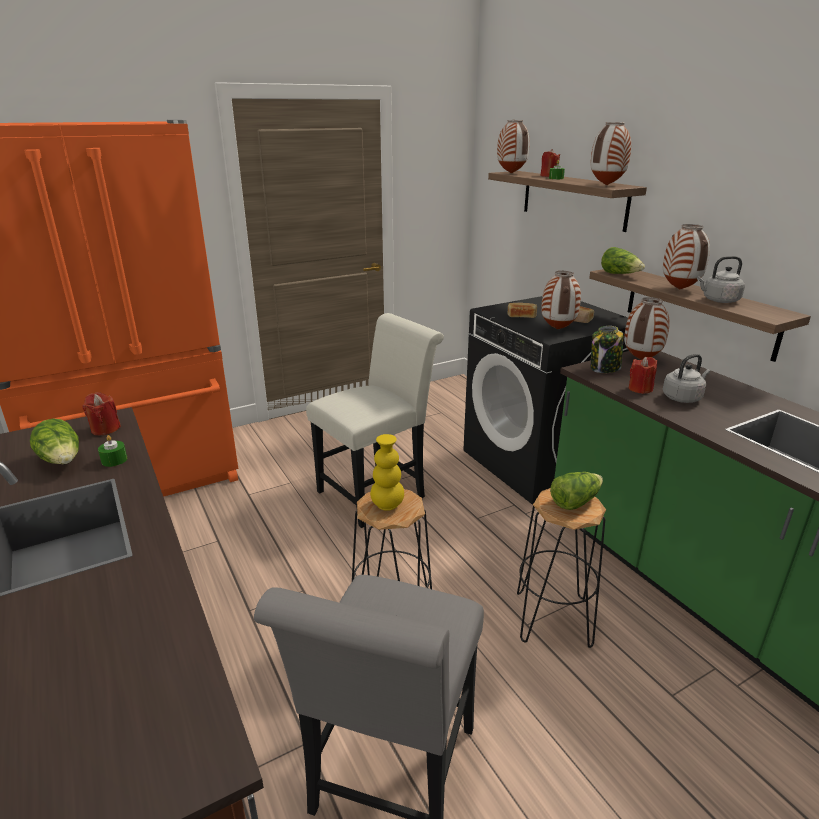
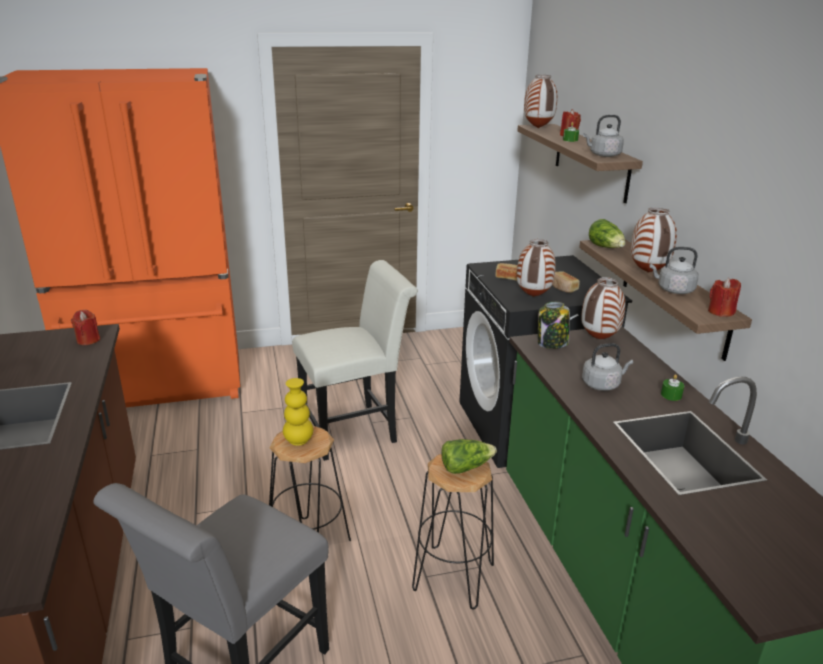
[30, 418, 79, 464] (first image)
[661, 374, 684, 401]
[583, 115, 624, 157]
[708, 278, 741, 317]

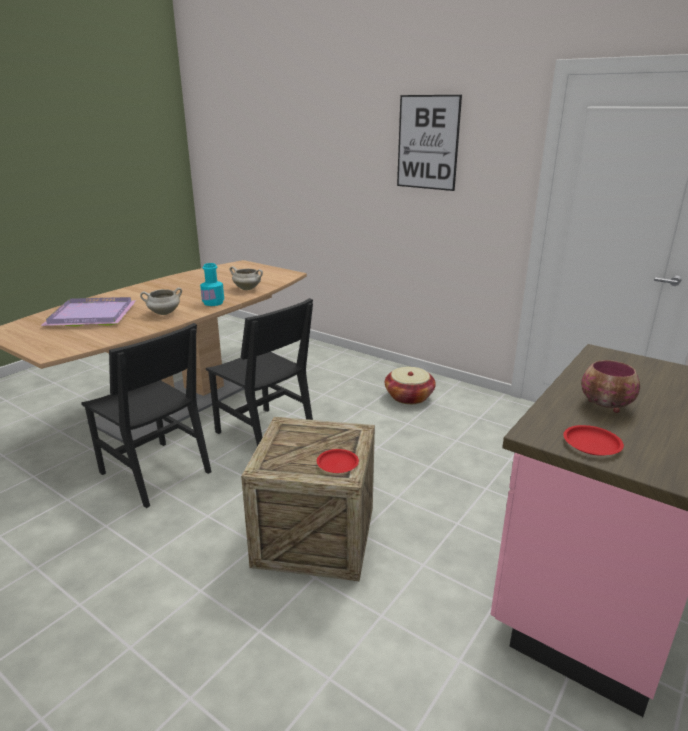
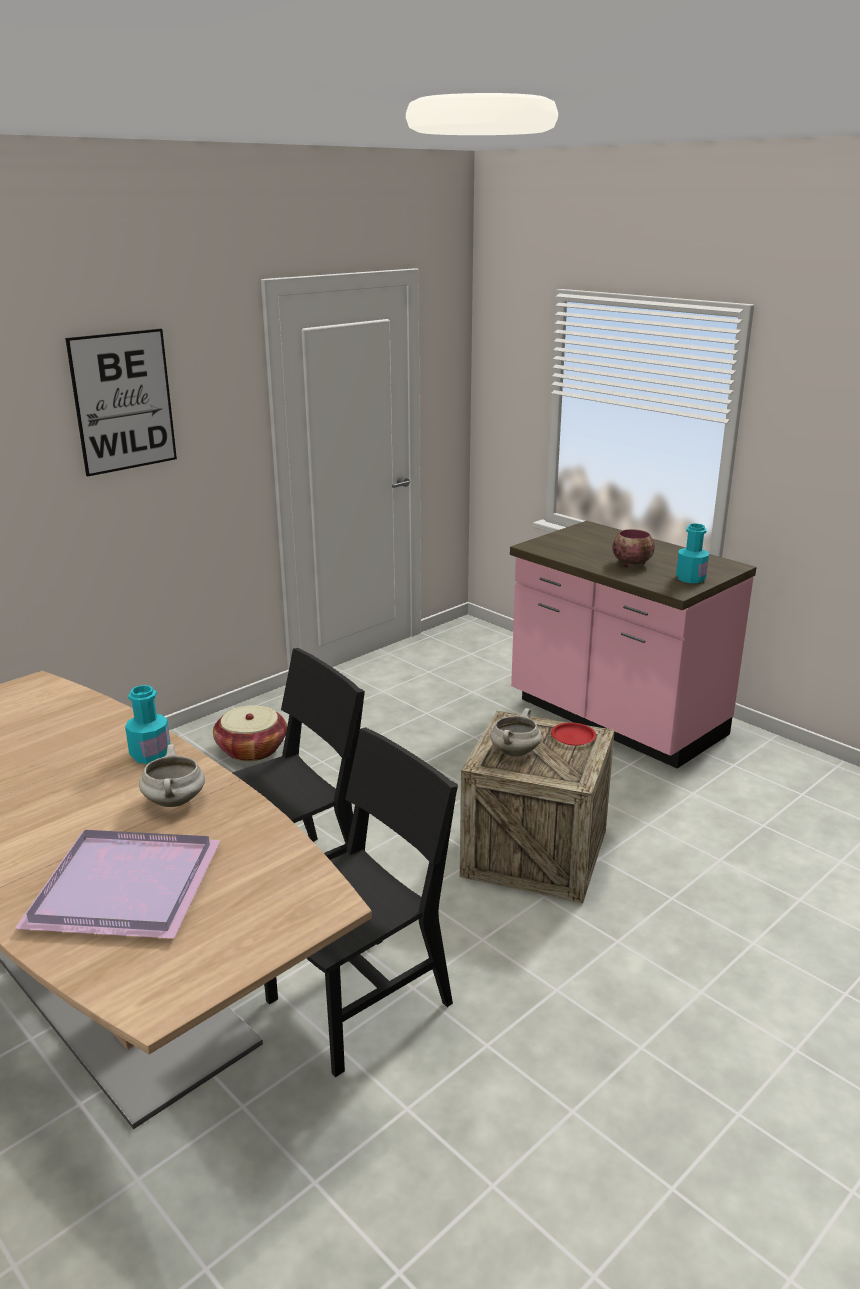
[490, 708, 542, 757]
[676, 524, 709, 583]

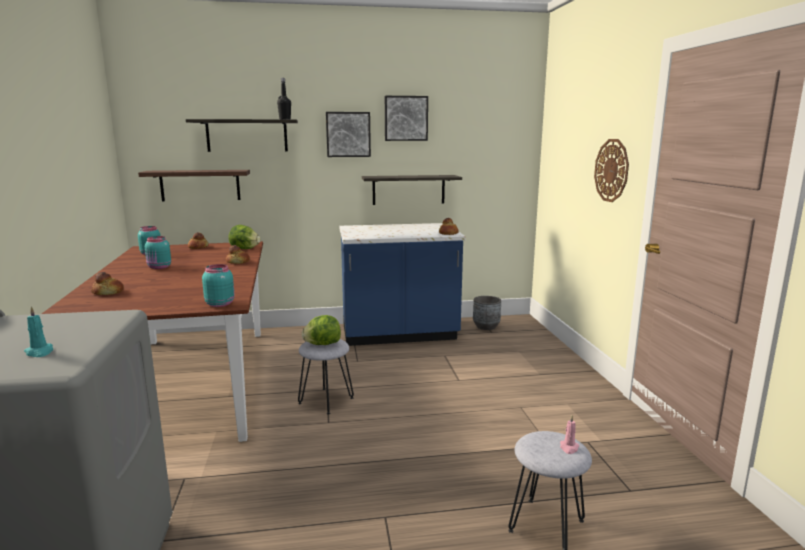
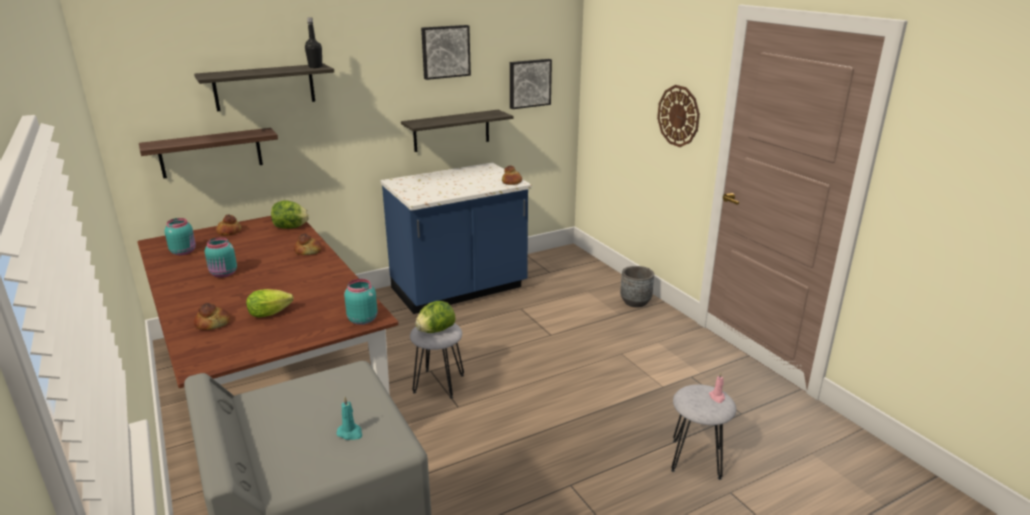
[510, 59, 552, 109]
[620, 266, 654, 307]
[246, 289, 293, 317]

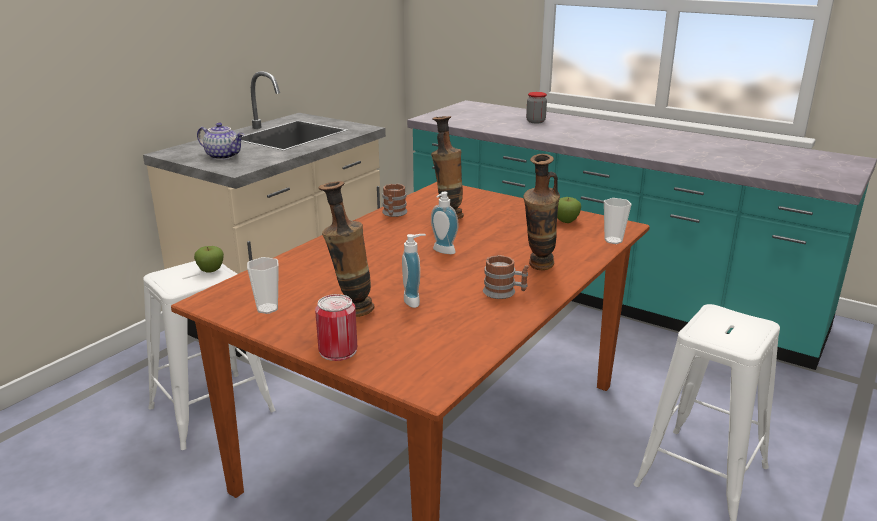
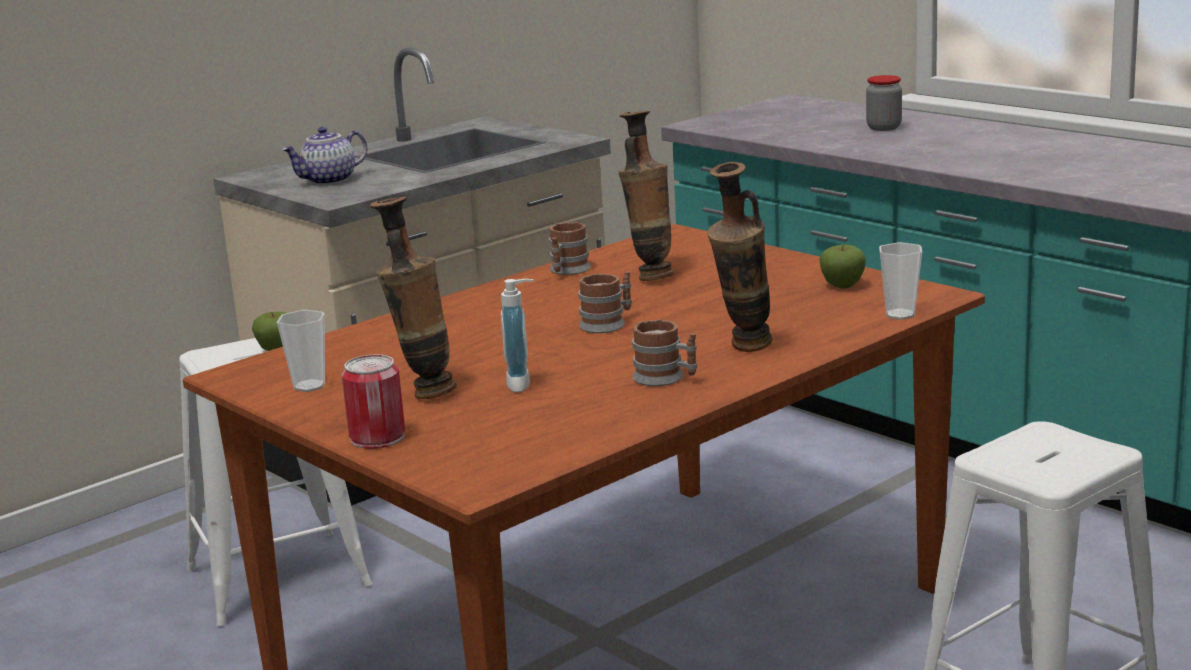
[282, 127, 367, 185]
[578, 271, 632, 333]

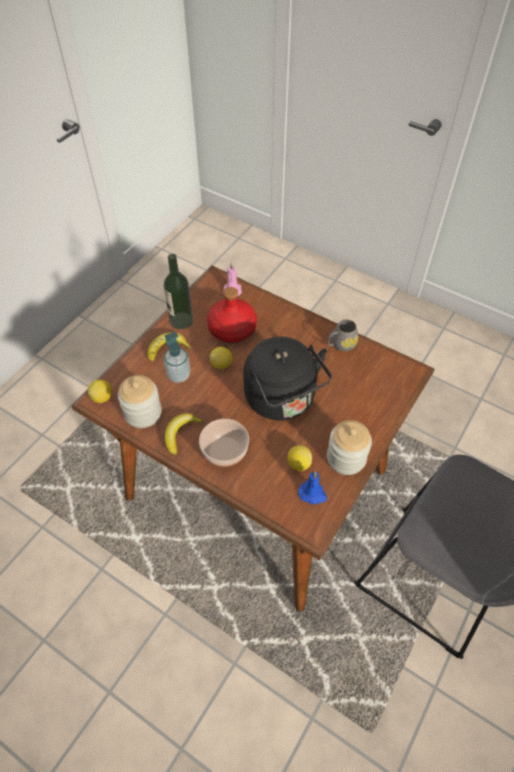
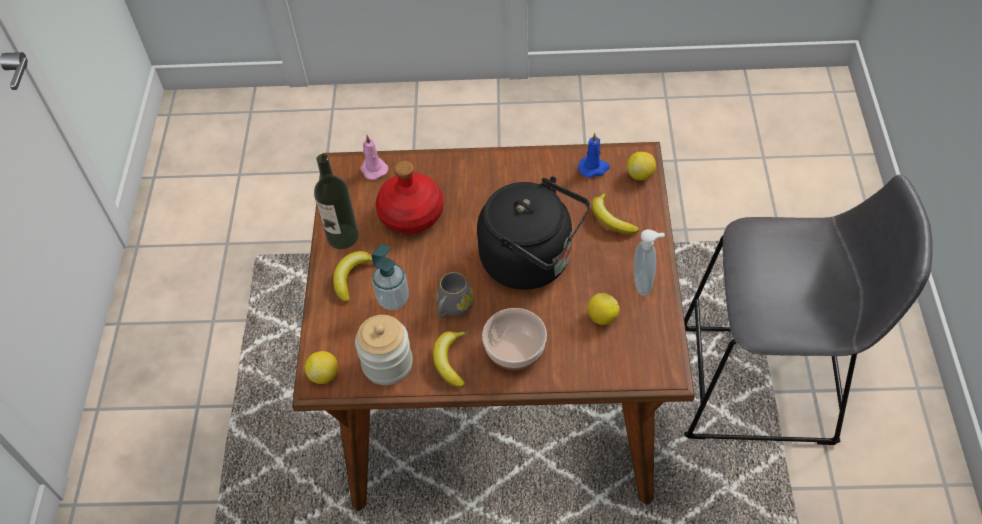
[627, 152, 656, 181]
[578, 133, 610, 178]
[437, 272, 474, 318]
[634, 229, 665, 296]
[592, 192, 639, 235]

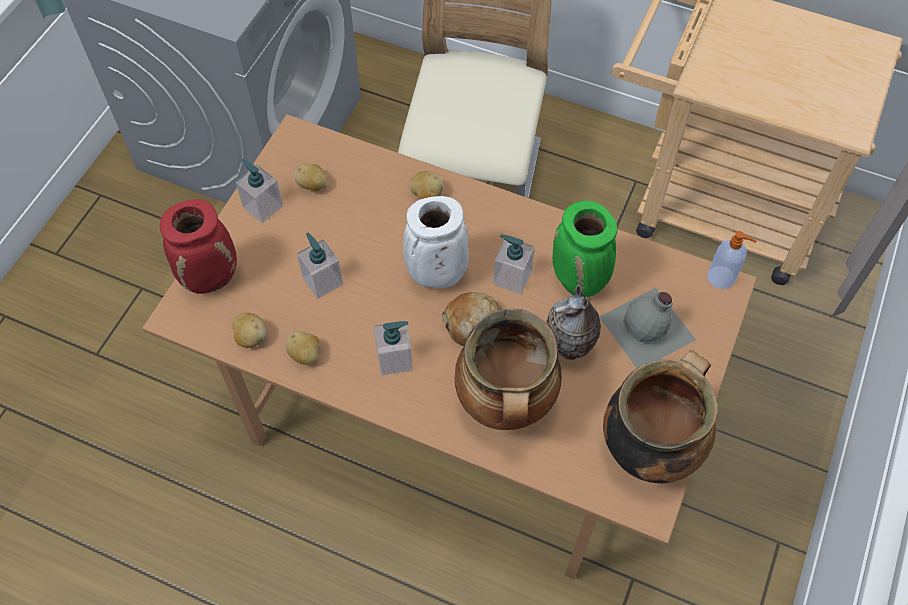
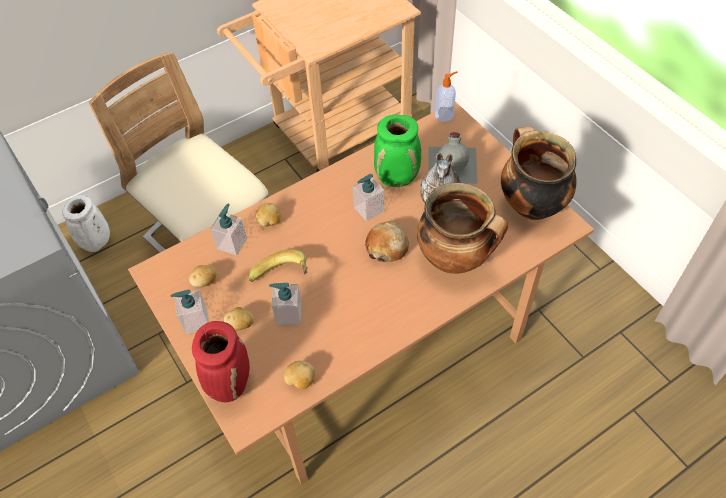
[224, 307, 254, 331]
[210, 204, 247, 256]
[62, 195, 110, 252]
[249, 249, 308, 282]

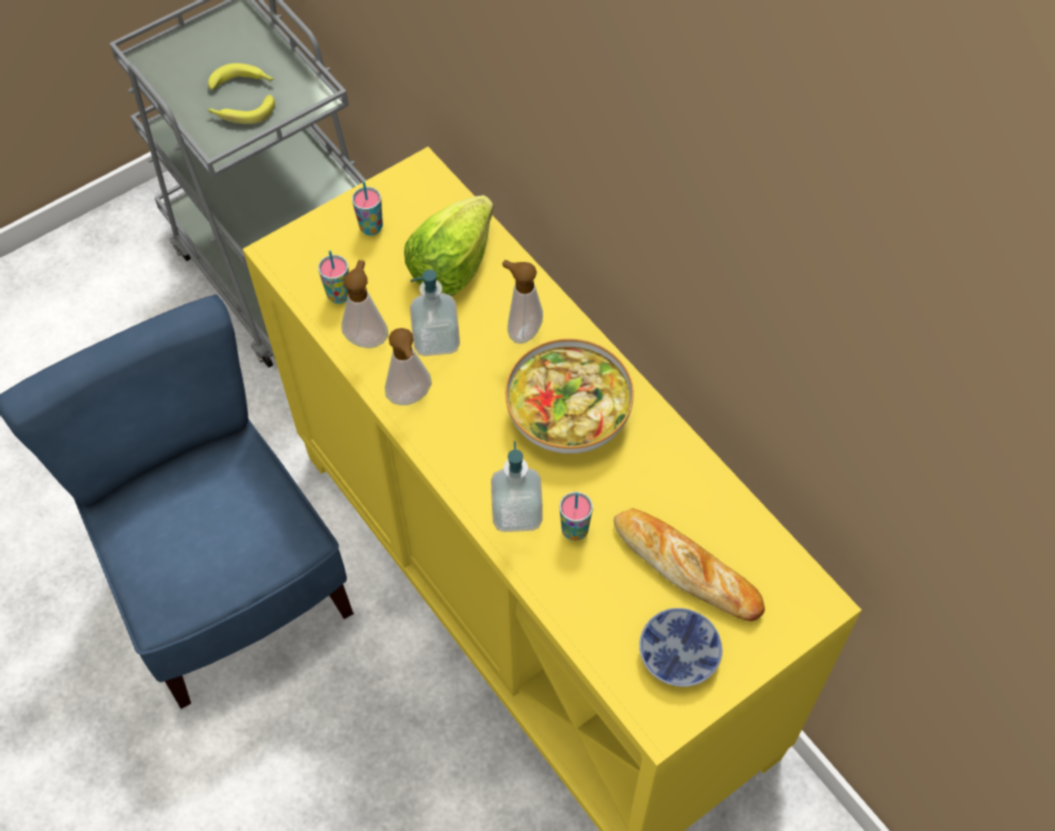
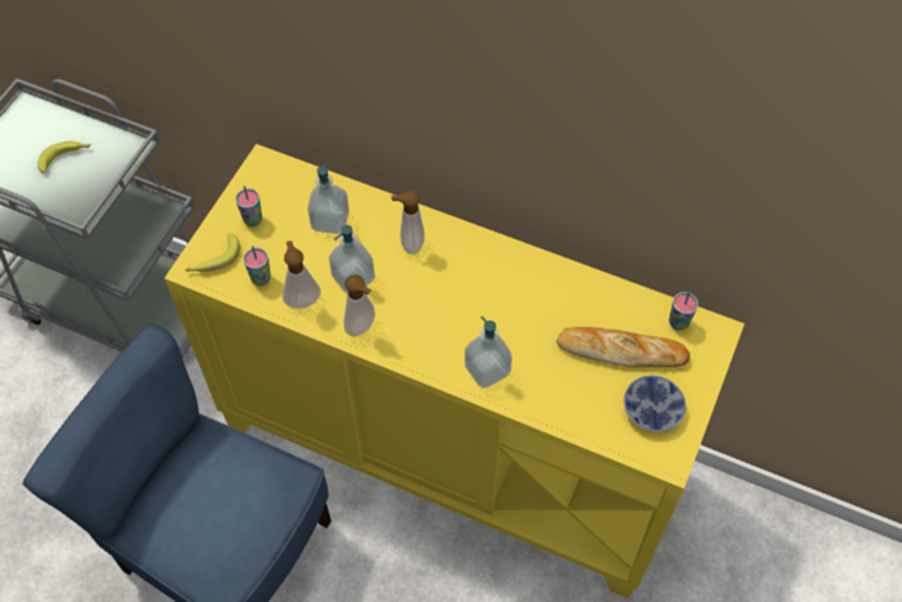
[185, 234, 240, 272]
[308, 162, 349, 234]
[505, 339, 634, 454] (first image)
[669, 291, 698, 331]

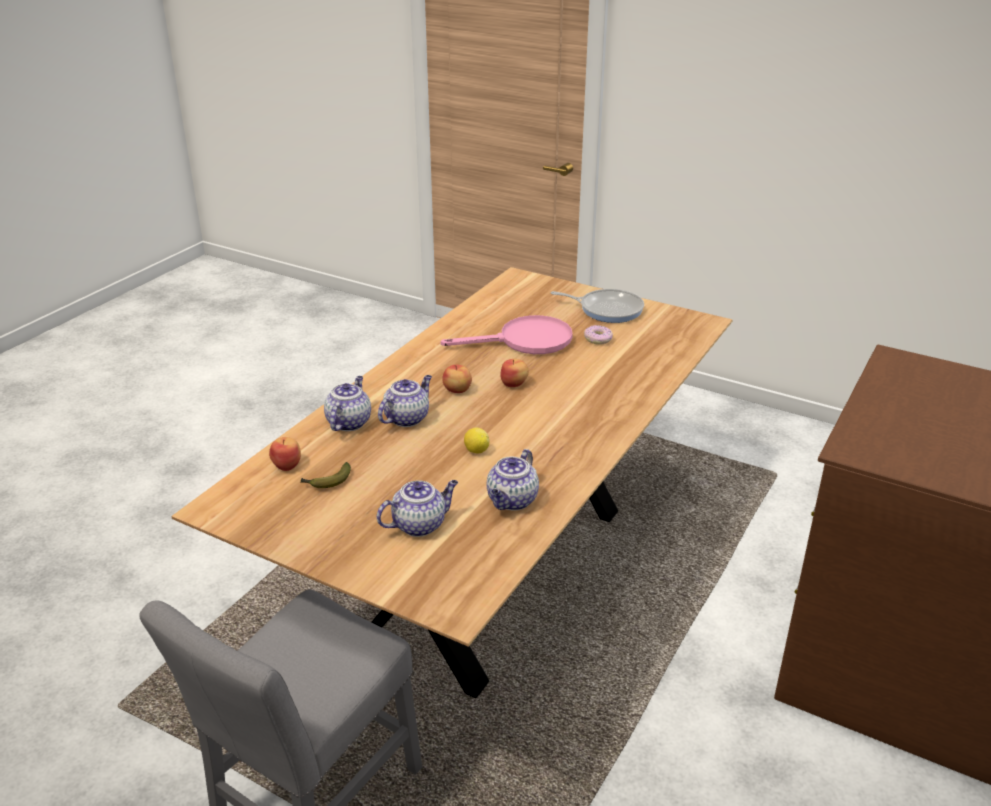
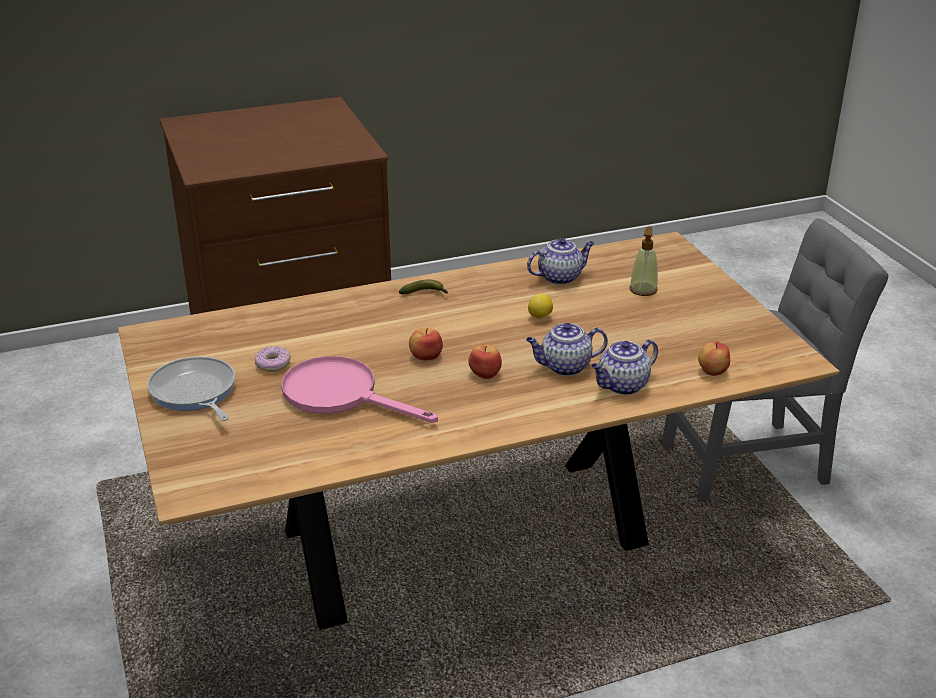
[399, 280, 448, 294]
[630, 226, 658, 296]

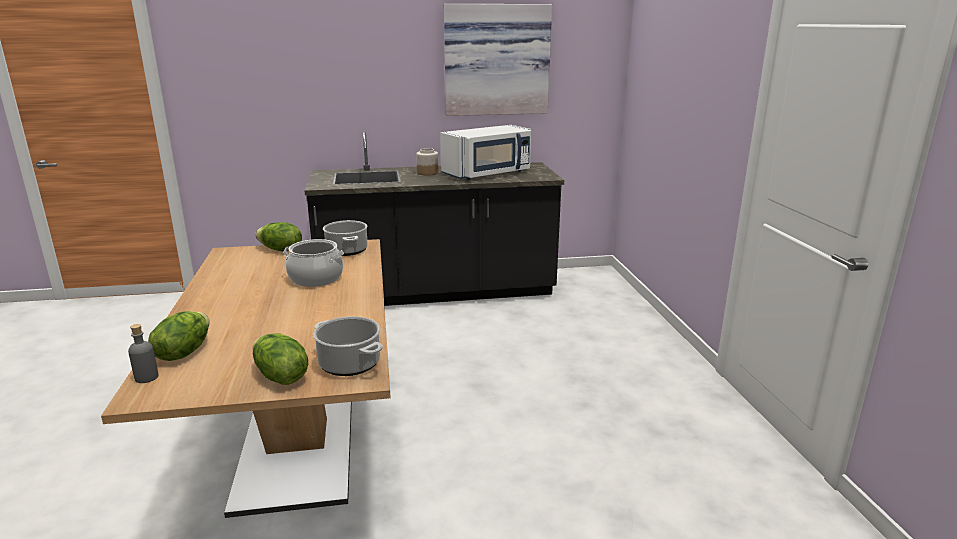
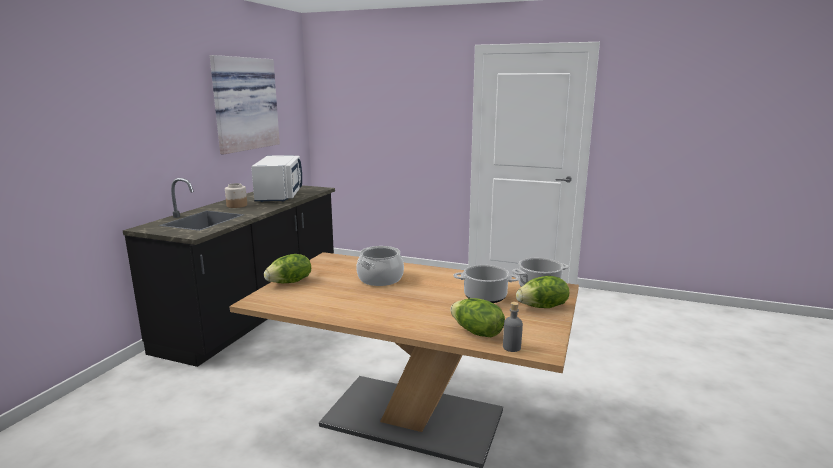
[454, 265, 519, 303]

